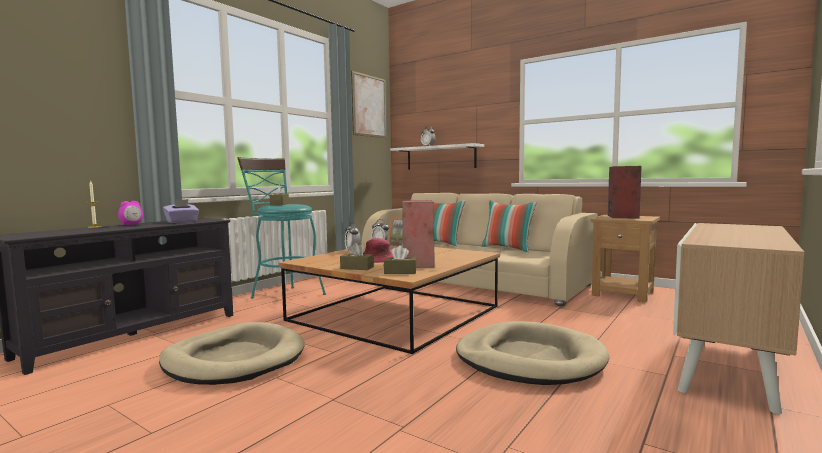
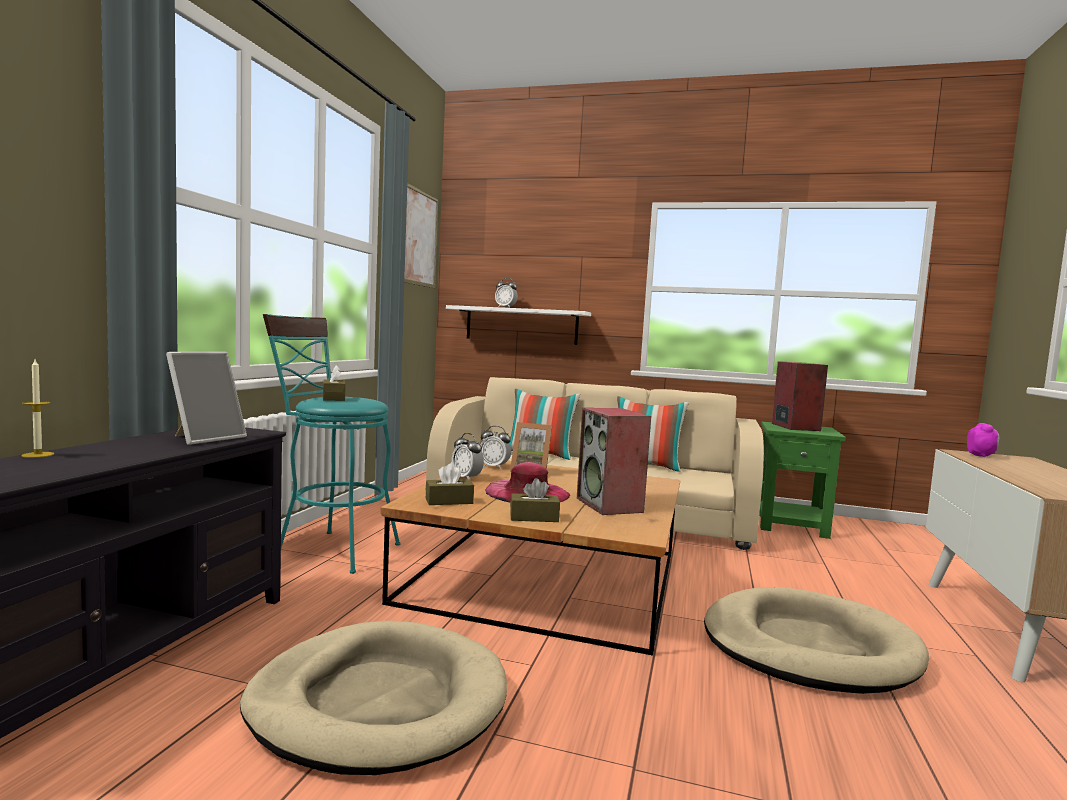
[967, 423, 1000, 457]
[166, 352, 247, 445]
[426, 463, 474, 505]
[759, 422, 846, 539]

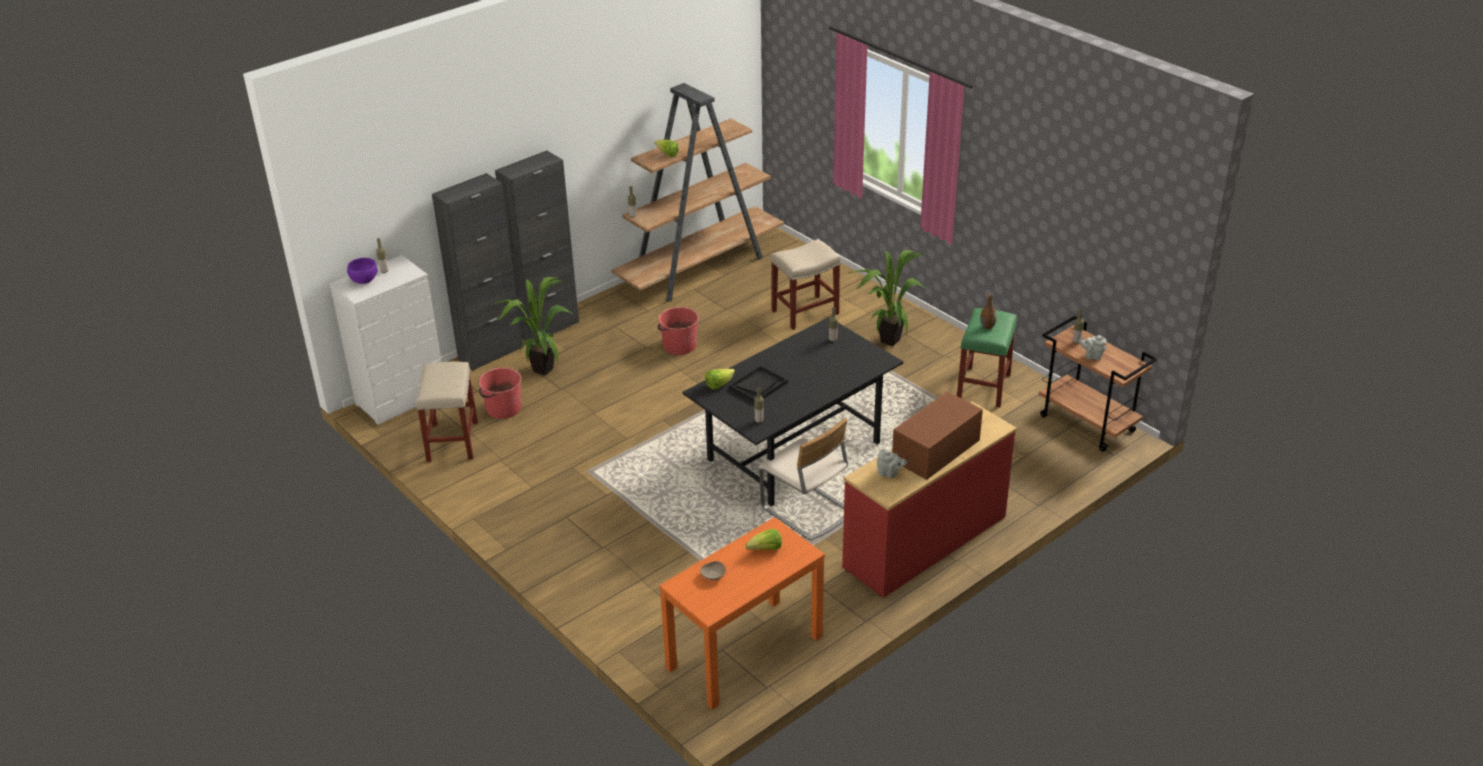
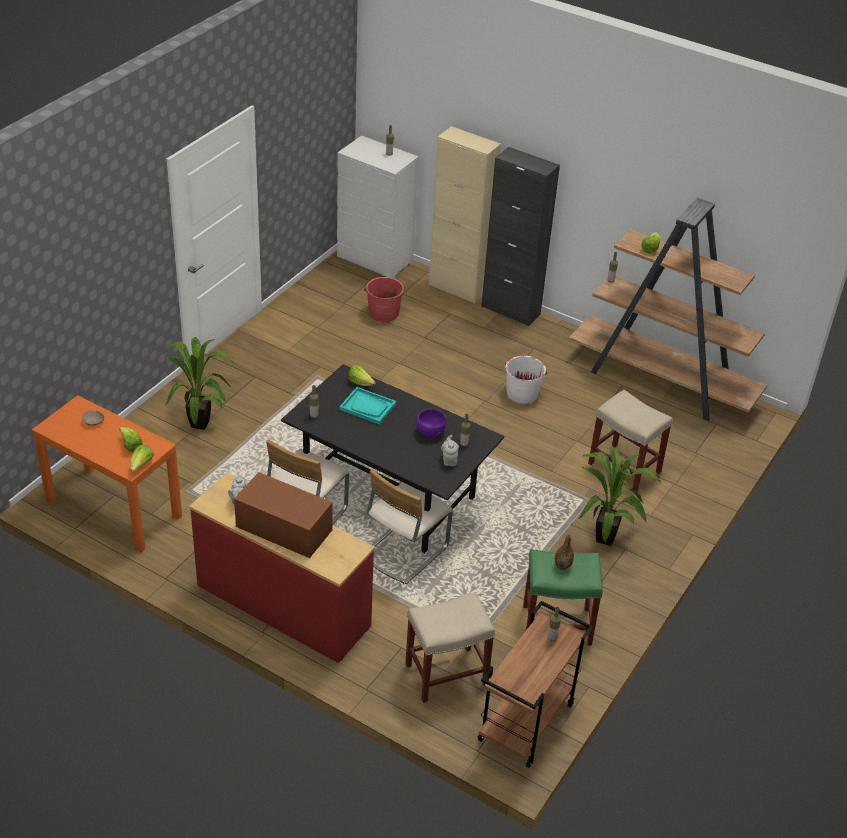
[416, 409, 446, 437]
[405, 592, 495, 703]
[429, 126, 501, 304]
[165, 337, 233, 430]
[505, 355, 547, 404]
[340, 387, 396, 425]
[441, 435, 459, 466]
[130, 444, 154, 472]
[367, 470, 453, 584]

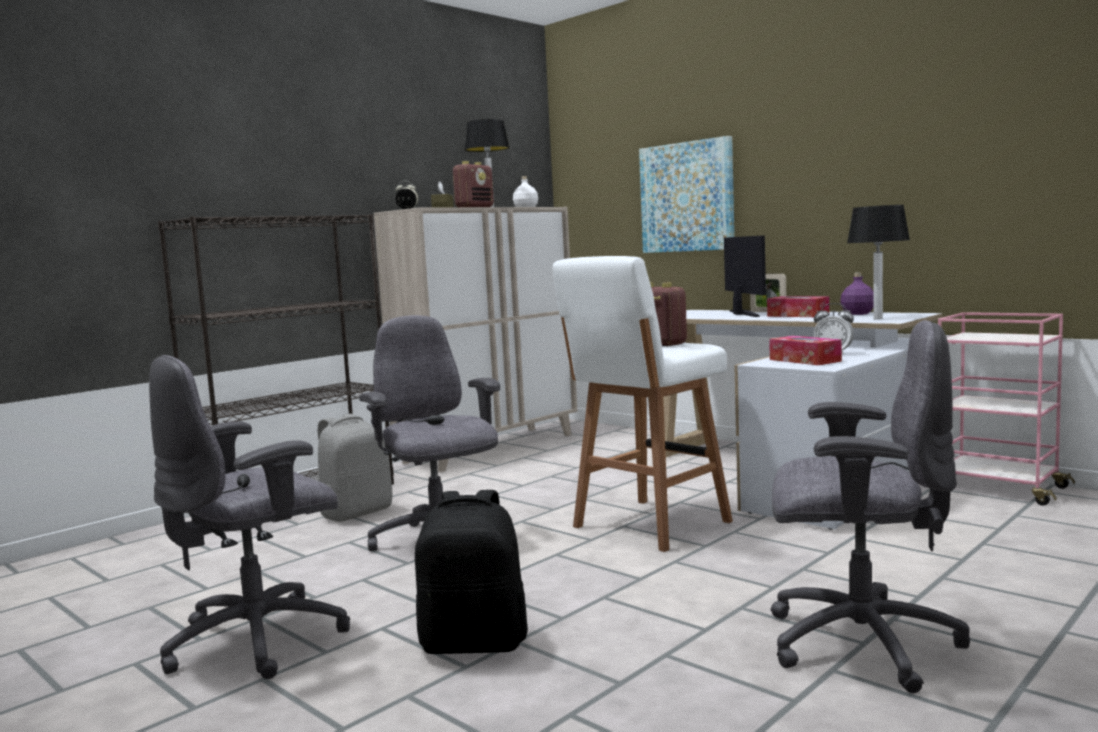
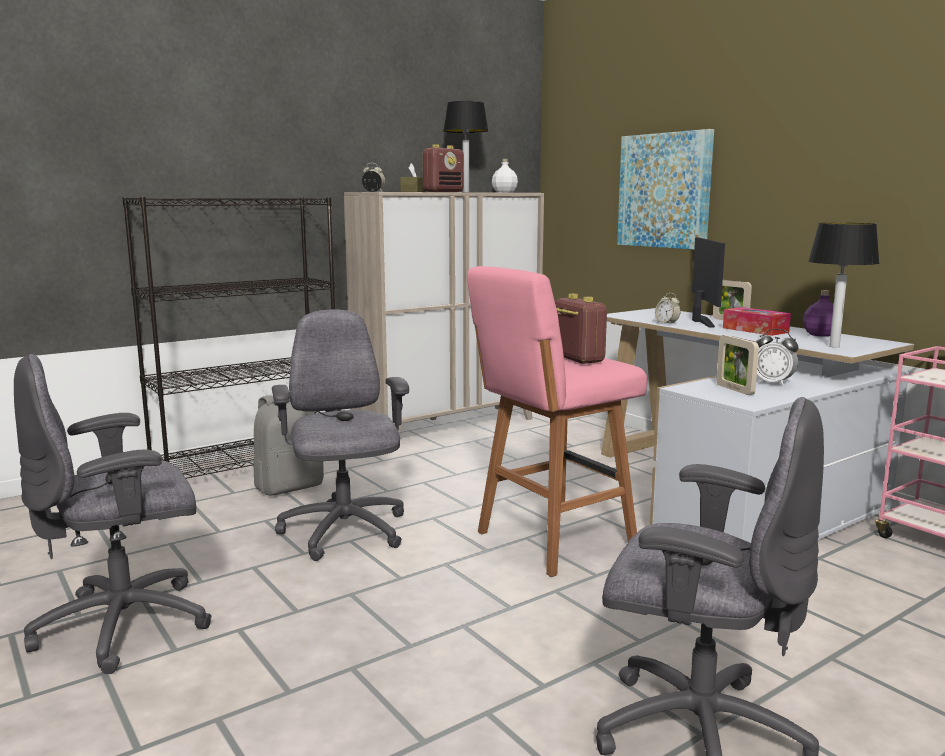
[415, 490, 528, 654] (first image)
[467, 266, 647, 577]
[717, 335, 759, 395]
[655, 293, 681, 325]

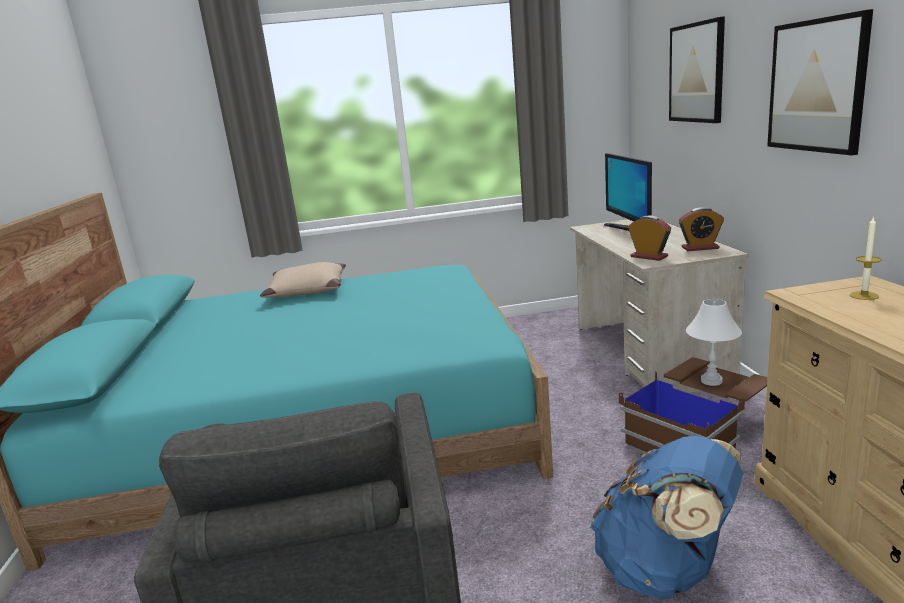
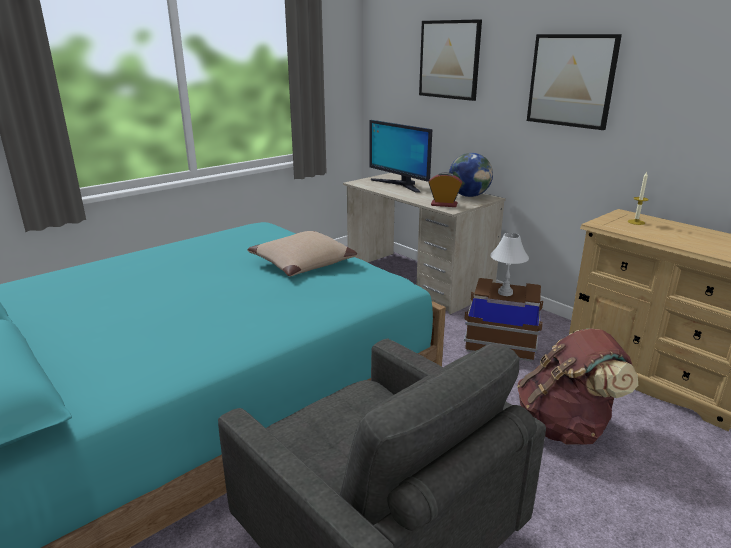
[247, 231, 357, 276]
[517, 328, 638, 445]
[449, 153, 493, 197]

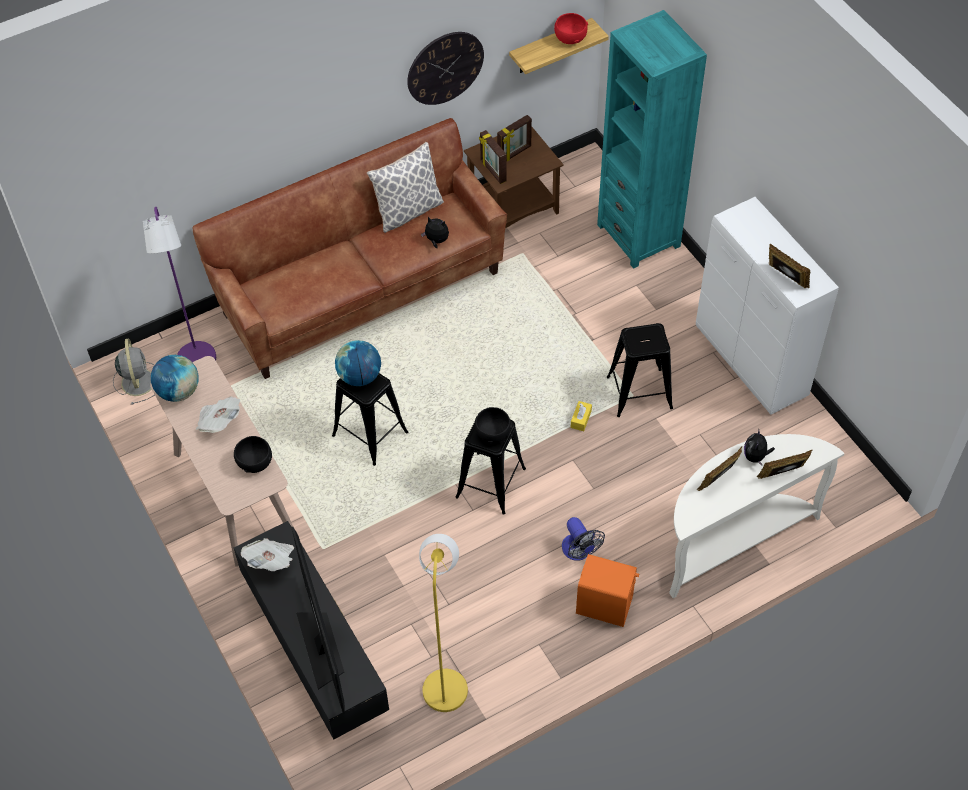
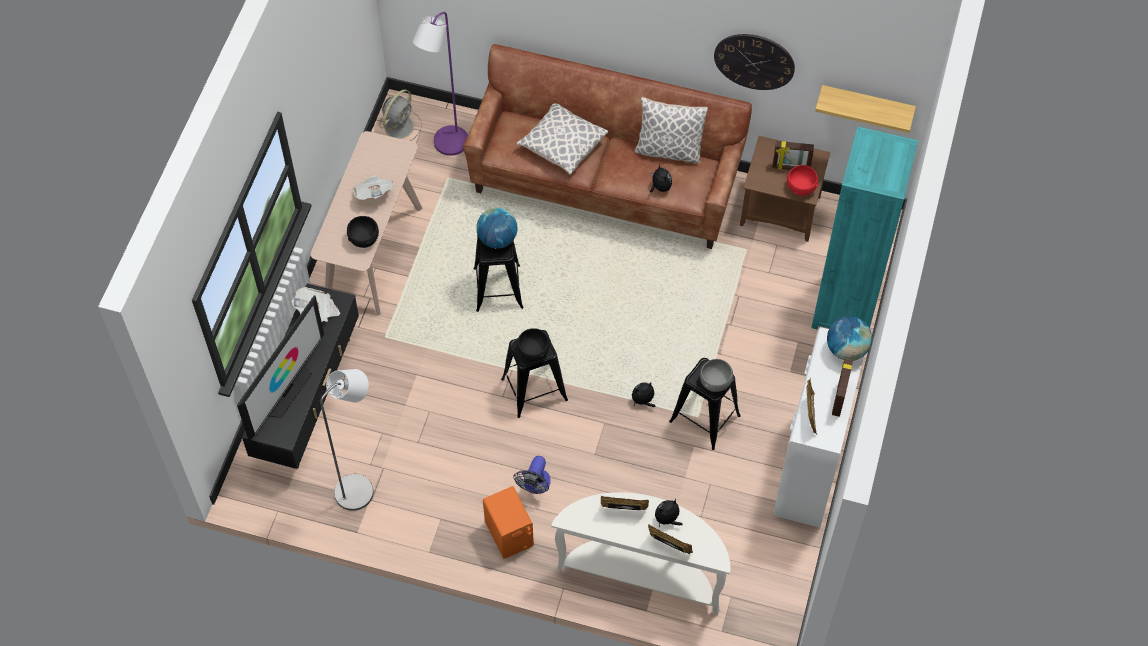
[827, 316, 872, 361]
[320, 369, 374, 511]
[832, 359, 853, 417]
[787, 165, 818, 196]
[632, 382, 655, 407]
[516, 104, 608, 175]
[700, 359, 733, 392]

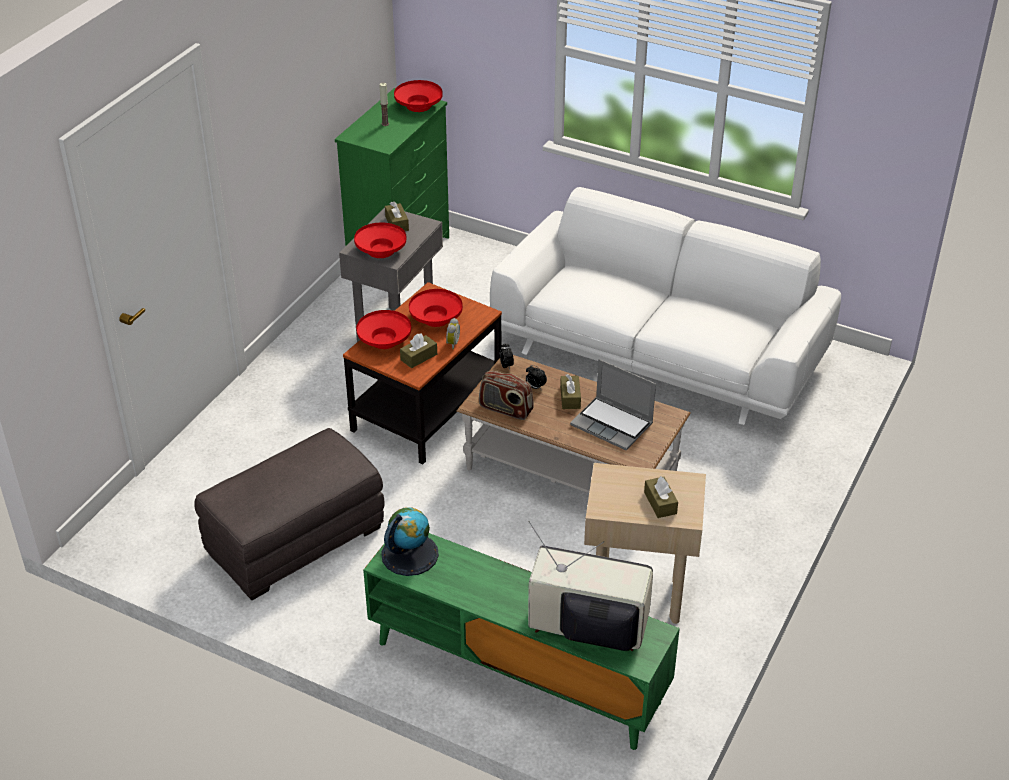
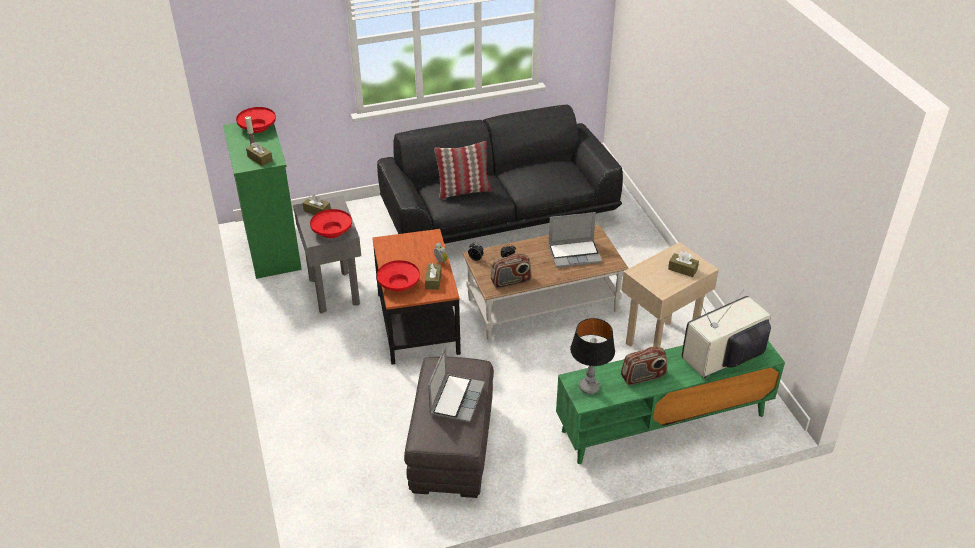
[570, 318, 615, 394]
[409, 289, 463, 327] (first image)
[377, 105, 623, 244]
[246, 142, 273, 166]
[428, 346, 485, 423]
[434, 141, 491, 199]
[621, 347, 667, 385]

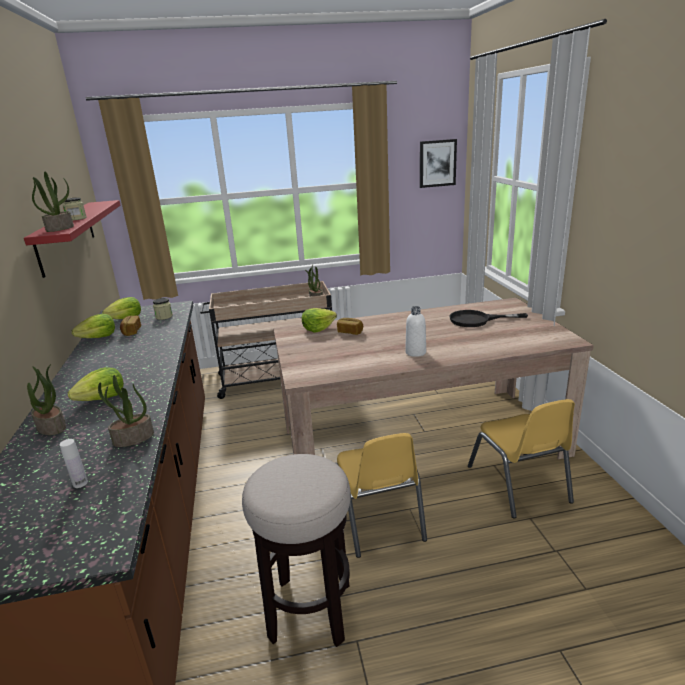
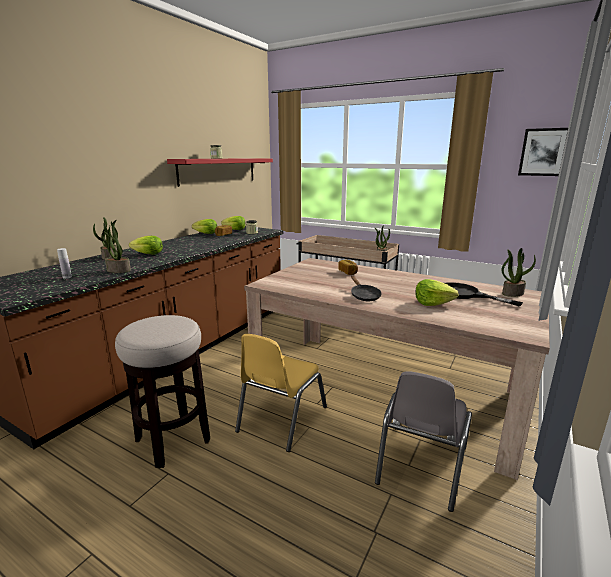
[502, 248, 536, 297]
[415, 279, 459, 306]
[351, 276, 382, 301]
[375, 371, 472, 512]

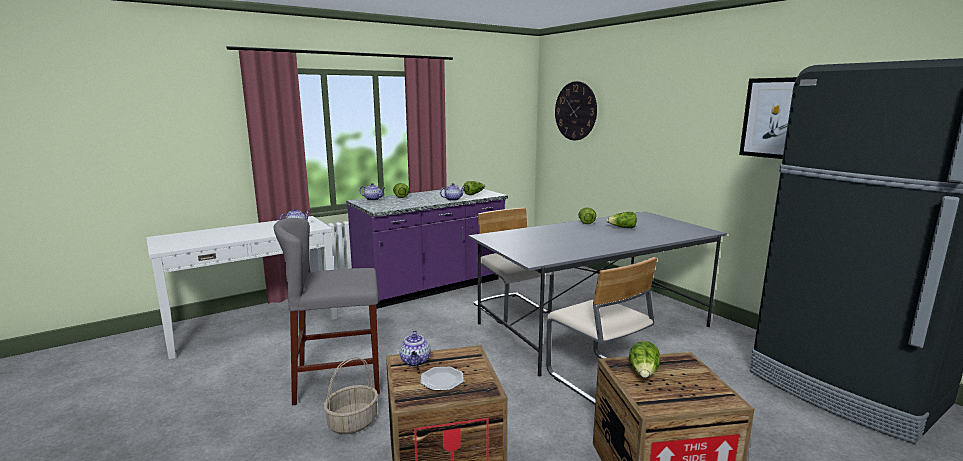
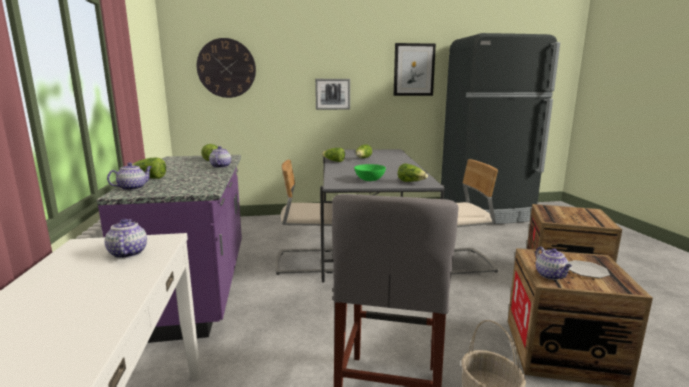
[536, 247, 572, 280]
[398, 163, 428, 182]
[315, 79, 350, 110]
[354, 164, 386, 181]

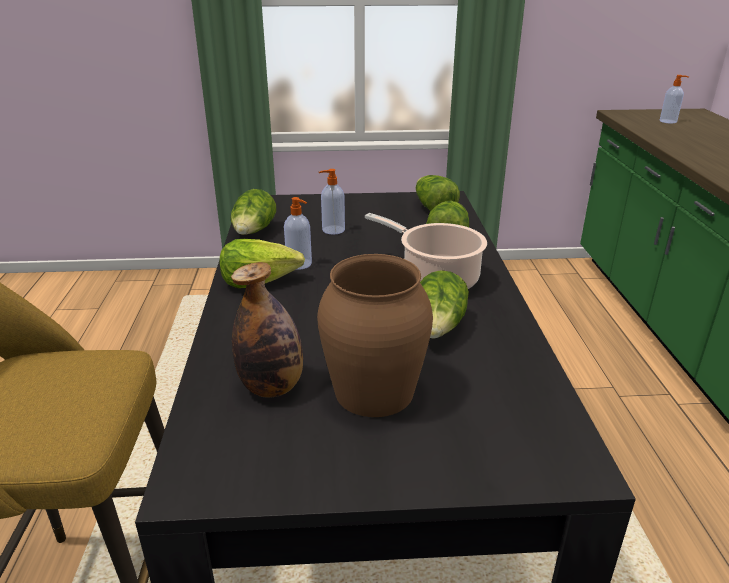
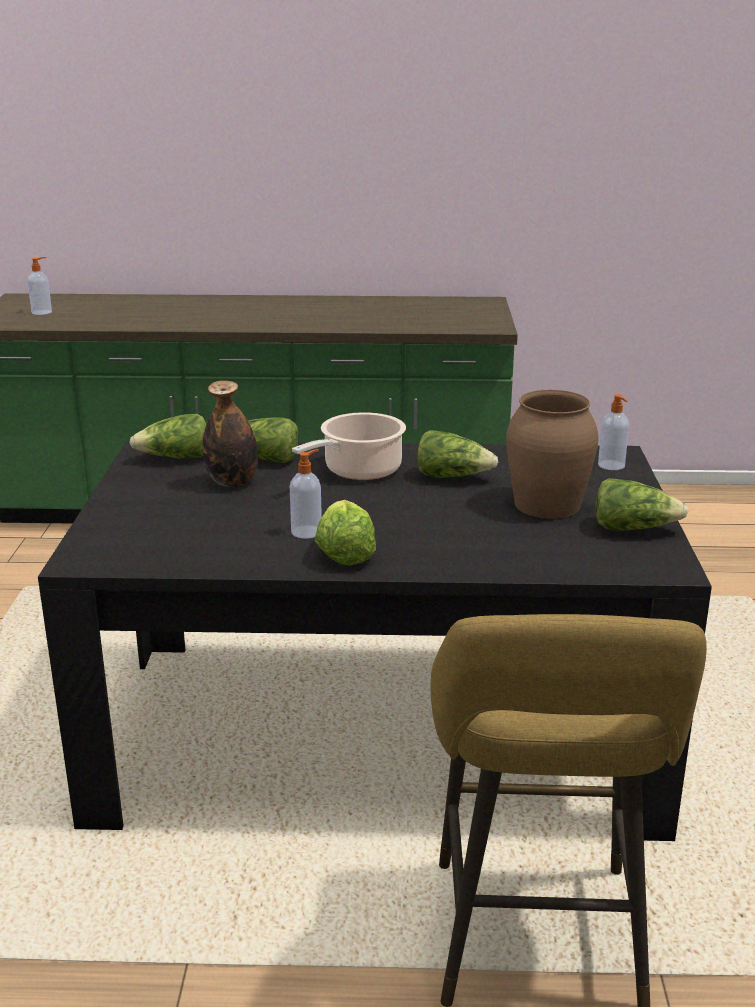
[596, 478, 688, 531]
[203, 380, 258, 487]
[598, 394, 629, 470]

